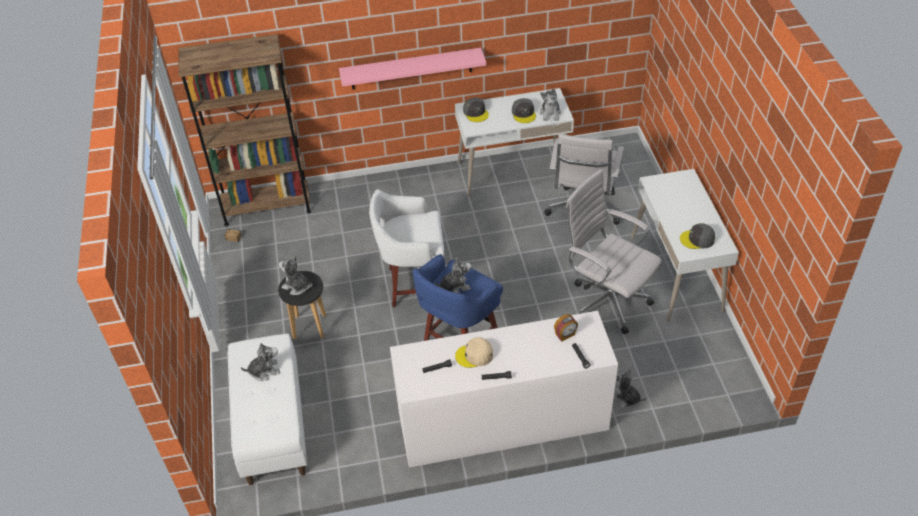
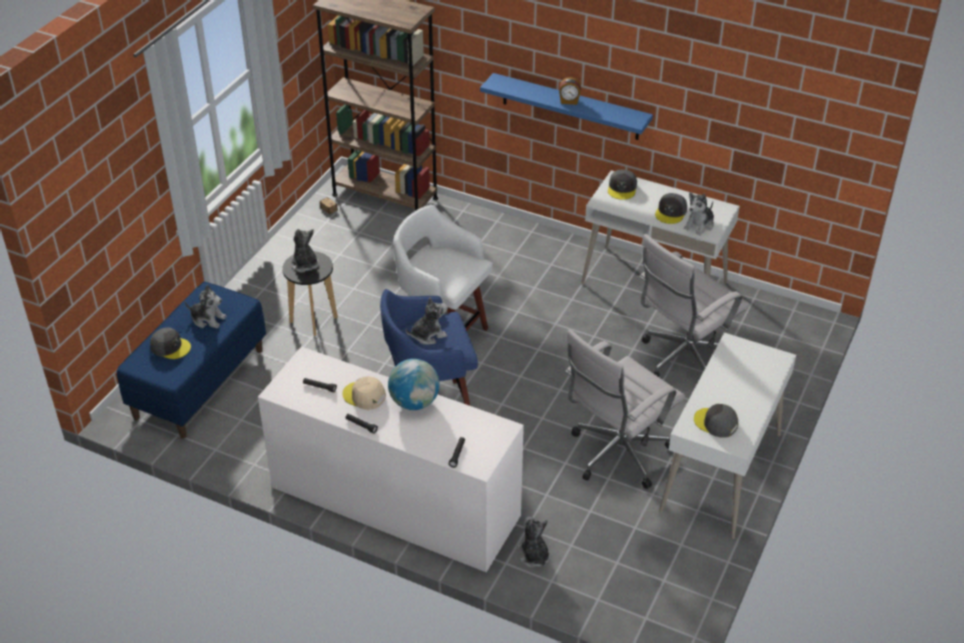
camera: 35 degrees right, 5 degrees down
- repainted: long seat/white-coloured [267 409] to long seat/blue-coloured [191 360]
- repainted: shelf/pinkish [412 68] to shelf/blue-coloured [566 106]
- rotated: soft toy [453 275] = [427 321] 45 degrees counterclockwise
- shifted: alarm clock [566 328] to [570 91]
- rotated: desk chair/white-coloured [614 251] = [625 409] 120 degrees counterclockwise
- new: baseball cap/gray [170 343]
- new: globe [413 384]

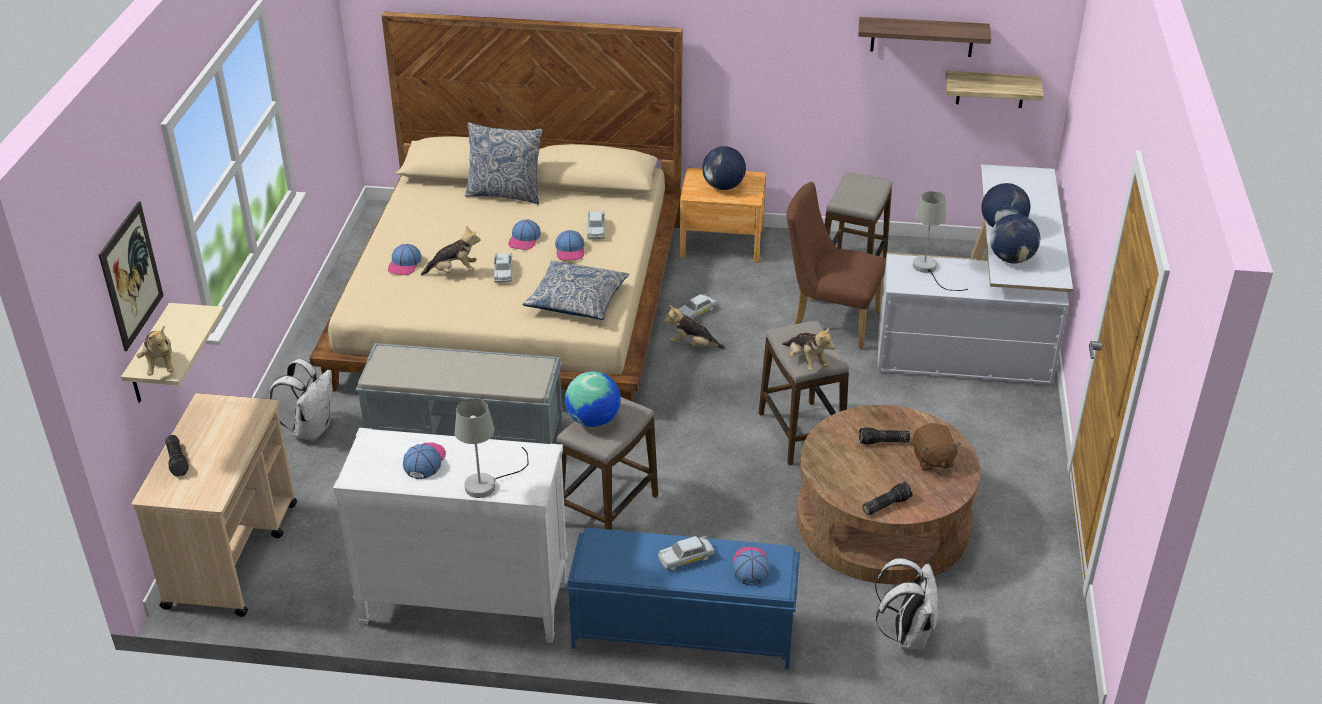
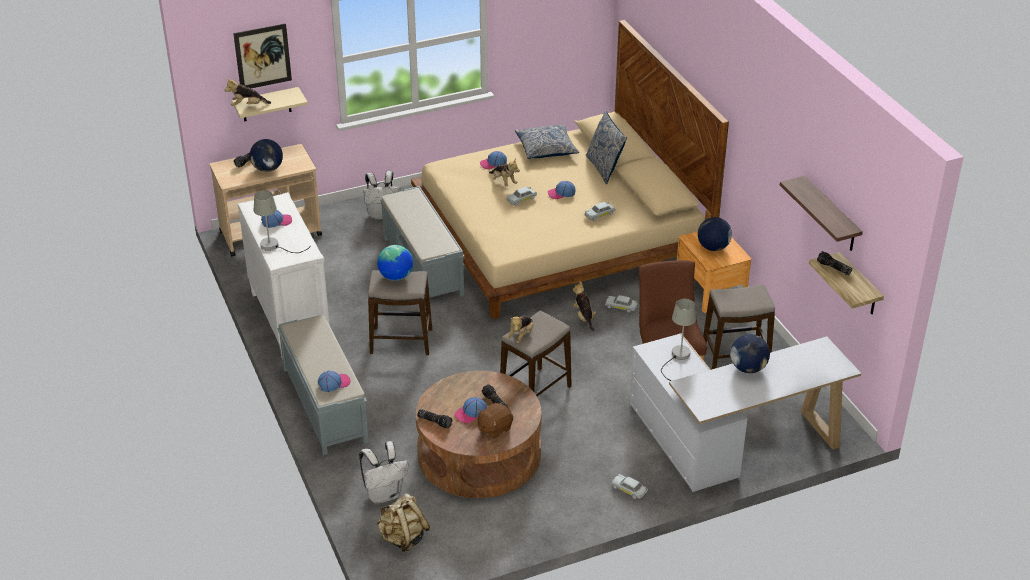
camera: 60 degrees right, 0 degrees up
- rotated: soft toy [155 351] = [248 92] 45 degrees clockwise
- shifted: pillow [575 290] to [547 142]
- shifted: baseball cap [569 245] to [471 410]
- repainted: long seat/blue-coloured [683 598] to long seat/gray [323 385]
- shifted: miniature car/white-coloured [686 553] to [629 486]
- shifted: globe [1015 238] to [266 155]
- new: rucksack/beige [403 522]
- new: flashlight [834 263]

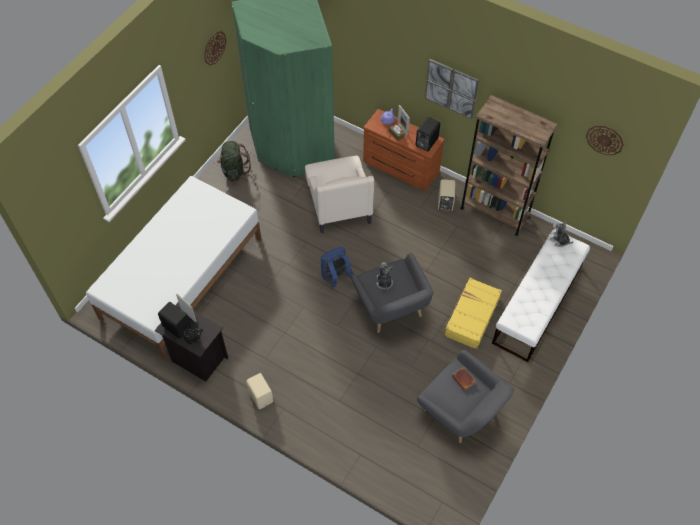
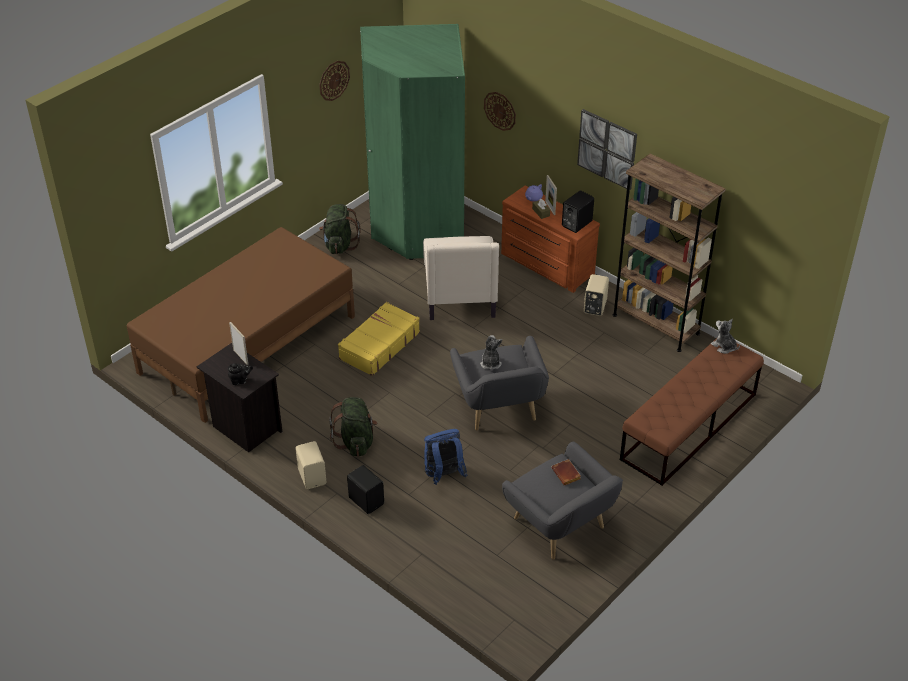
camera: 10 degrees right, 15 degrees down
- repainted: sleeping bed/white-coloured [173 267] to sleeping bed/brown [241 325]
- shifted: audio speaker/blackish [174 320] to [365 489]
- shifted: rucksack/blue-coloured [337 268] to [446 457]
- shifted: travel case/yellow [473 313] to [379 339]
- repainted: long seat/white-coloured [541 295] to long seat/brown [692 411]
- shifted: clock on the wall [605 140] to [500 111]
- new: rucksack/greenish [353 426]

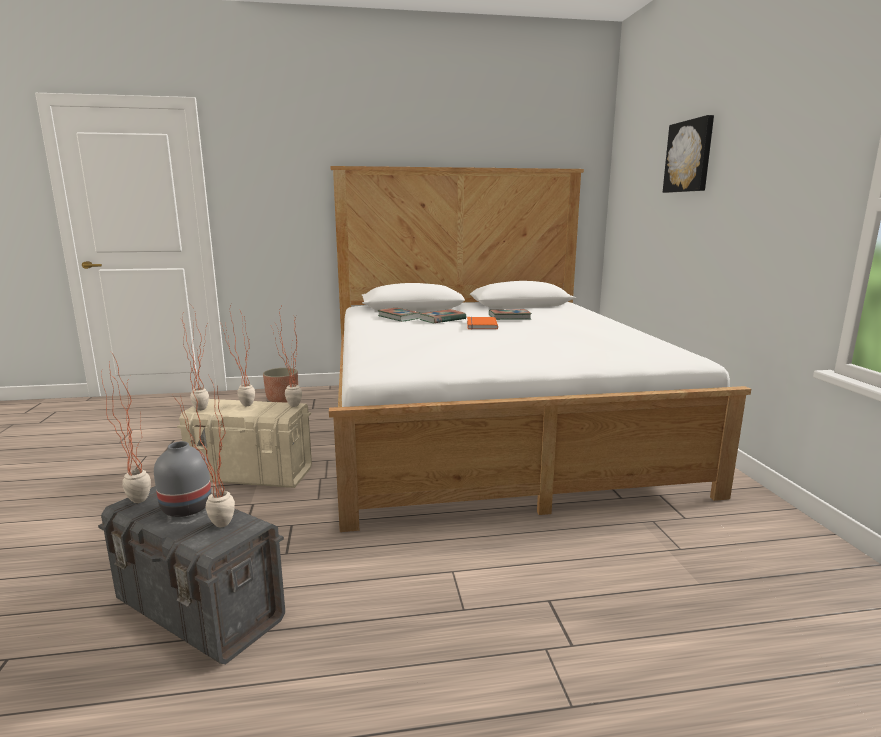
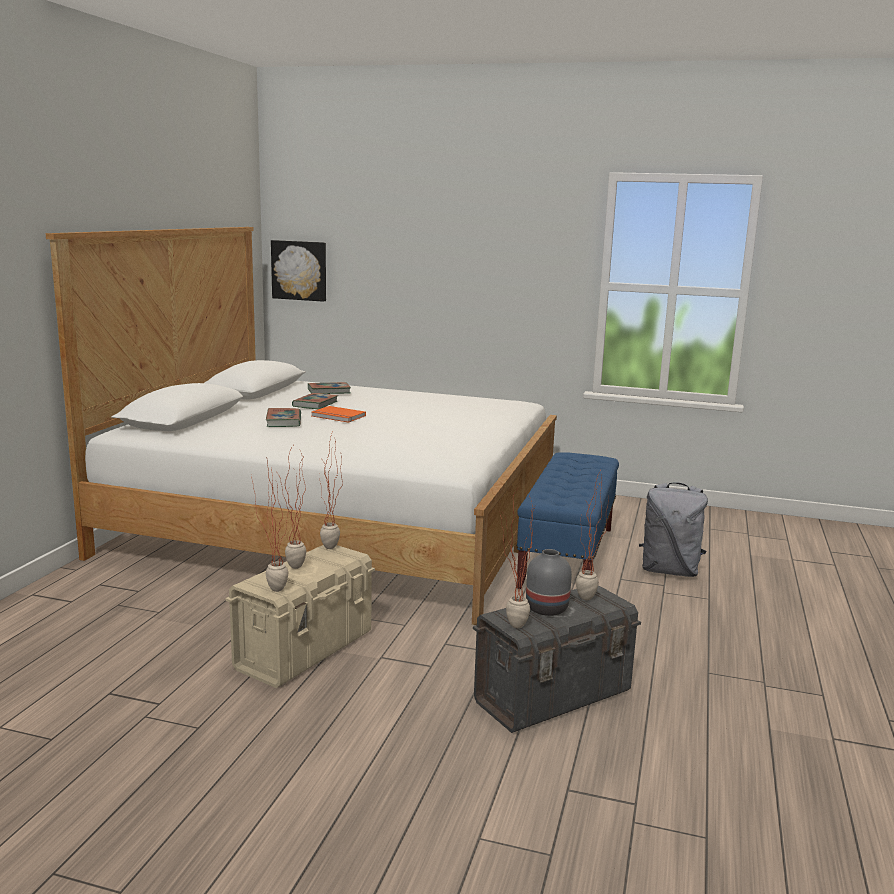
camera: 65 degrees left, 0 degrees up
- gone: plant pot [280 385]
- shifted: book [399 315] to [329 388]
- shifted: wall picture [688 154] to [298 271]
- new: long seat/blue-coloured [567 520]
- new: rucksack/gray [673 529]

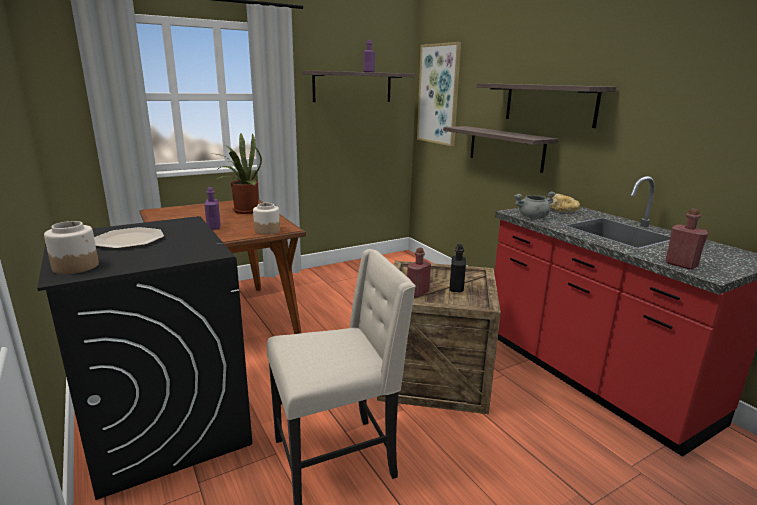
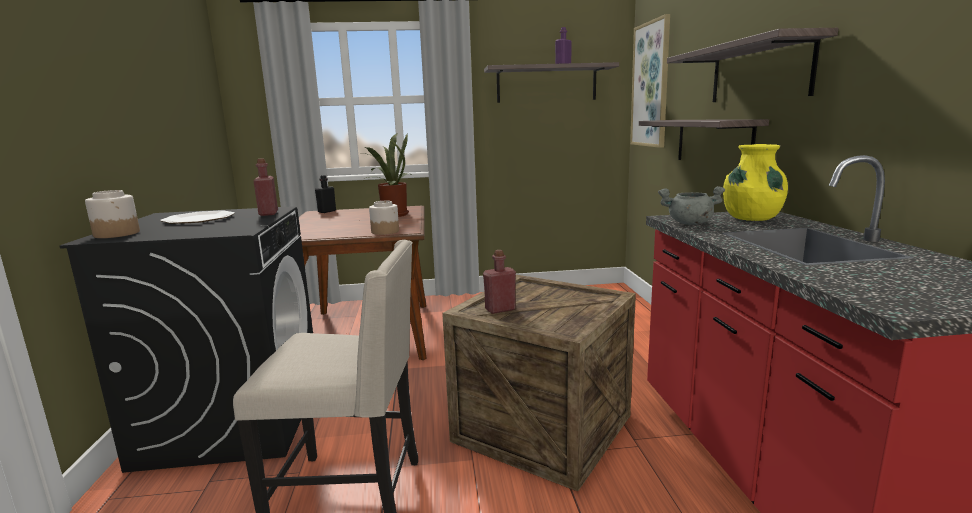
camera: 25 degrees right, 5 degrees down
- gone: bottle/purple [212 208]
- shifted: bottle/blackish [457 268] to [325 194]
- swapped: bakery bread [565 203] to vase/yellow [755 182]
- shifted: bottle/red-coloured [686 239] to [266 187]

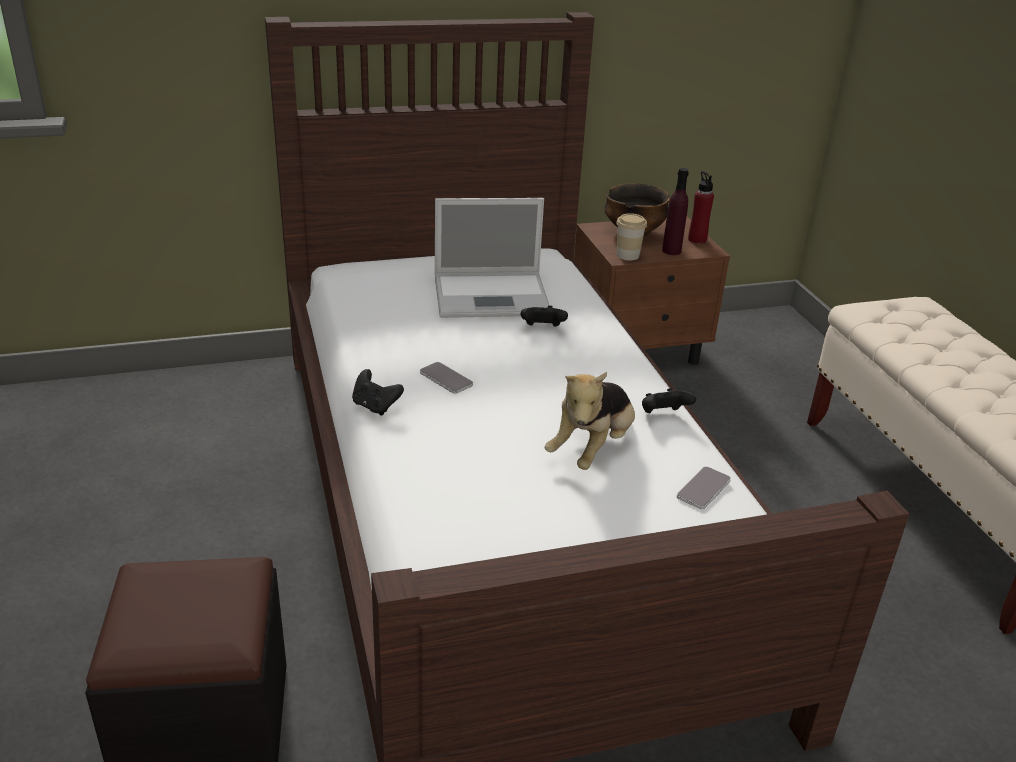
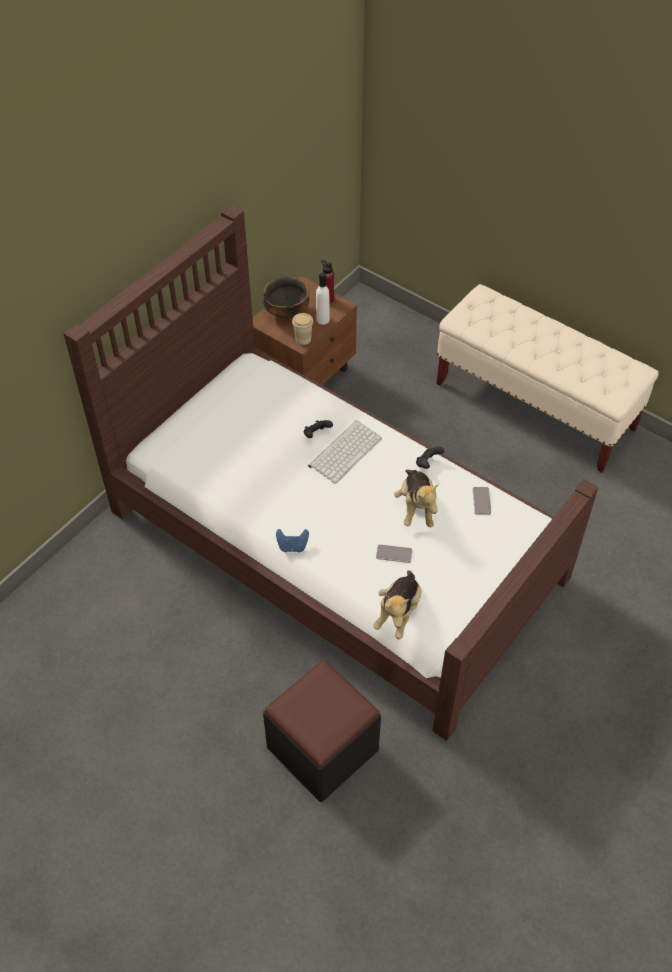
camera: 35 degrees left, 20 degrees up
- repainted: gamepad/blackish [378 392] to gamepad/blue-coloured [292 540]
- shifted: telephone [446 378] to [394 553]
- gone: laptop [492 258]
- repainted: bottle/purple [675 211] to bottle/white-coloured [323 298]
- new: PC keyboard [345 452]
- new: soft toy [397 605]

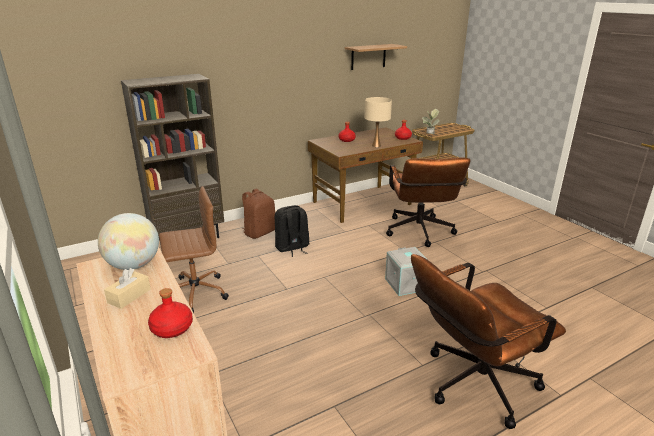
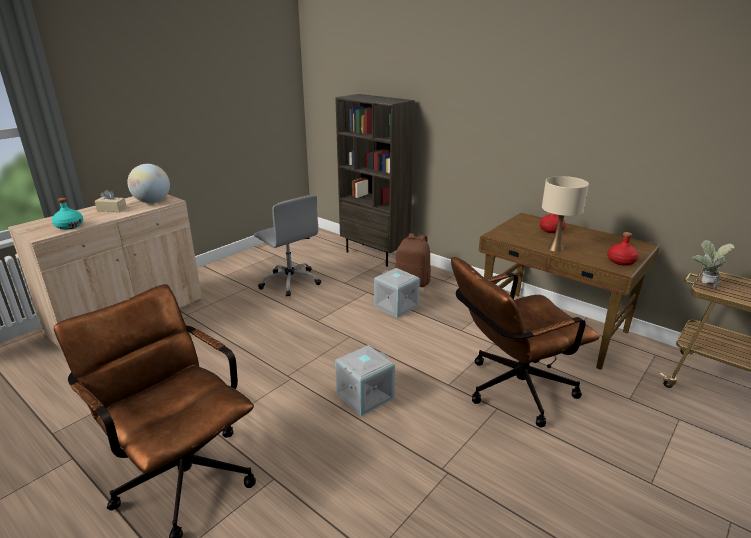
camera: 70 degrees right, 0 degrees up
- repainted: bottle/red-coloured [170 313] to bottle/turquoise [67 214]
- repainted: desk chair/brown [194 249] to desk chair/gray [287 246]
- swapped: rucksack/blackish [292 231] to storage bin/gray [397 293]
- gone: shelf [376 57]

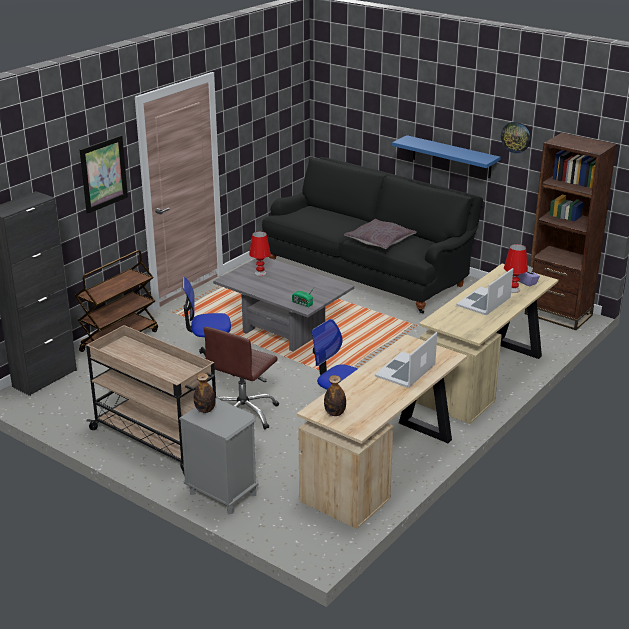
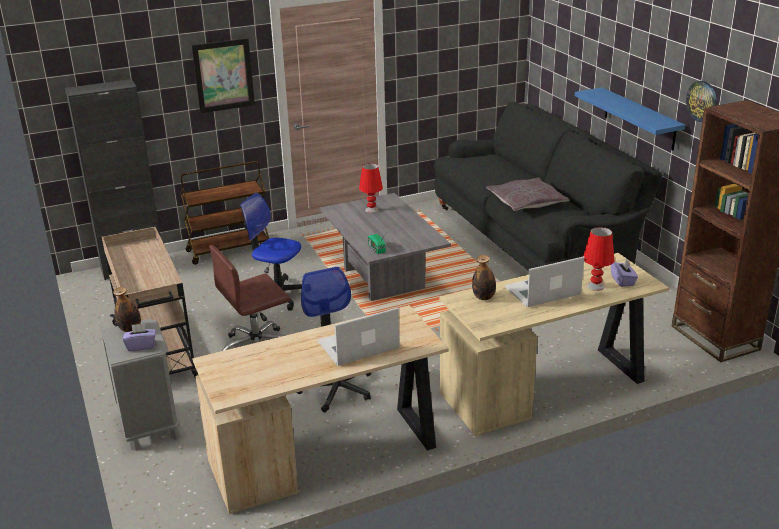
camera: 30 degrees right, 0 degrees up
- shifted: bottle [335 395] to [484 277]
- new: tissue box/purple [139 337]

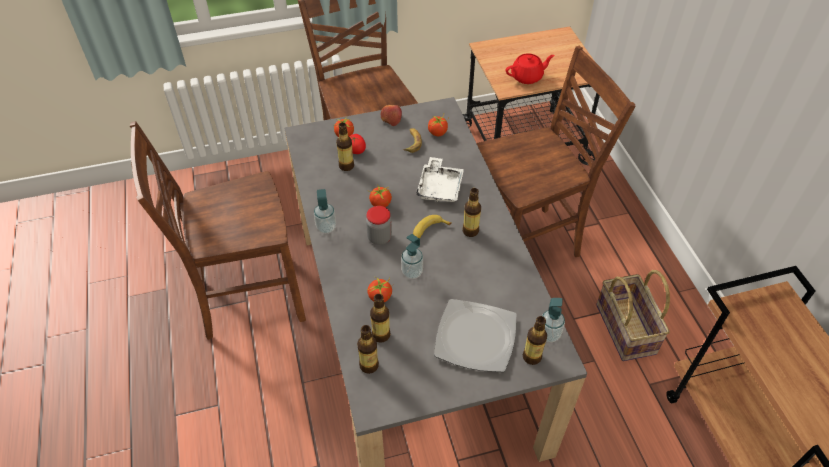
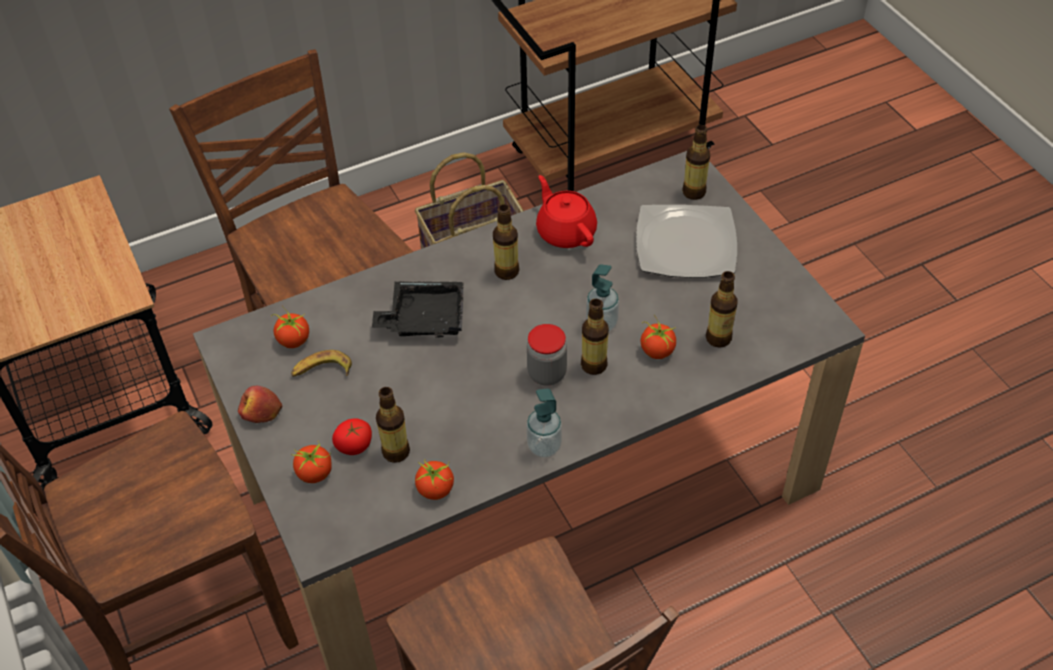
camera: 100 degrees left, 0 degrees up
- shifted: bottle [368 349] to [595 337]
- shifted: tomato [379 195] to [434 480]
- gone: whole banana [432 226]
- repainted: serving tray/white-coloured [440 179] to serving tray/blackish [418 310]
- shifted: pot for tea/red-coloured [530 68] to [566 211]
- gone: soap dispenser [553 320]

